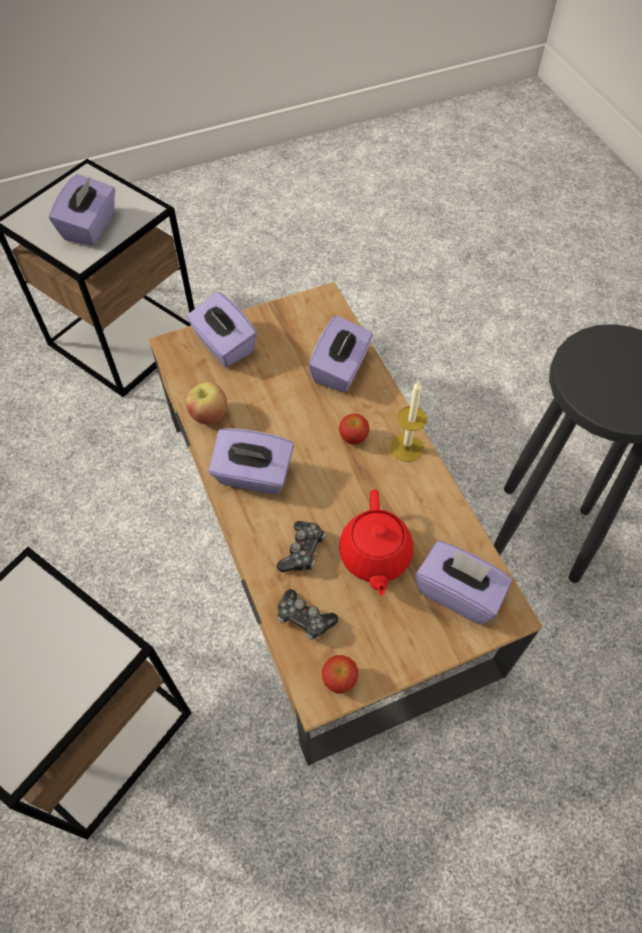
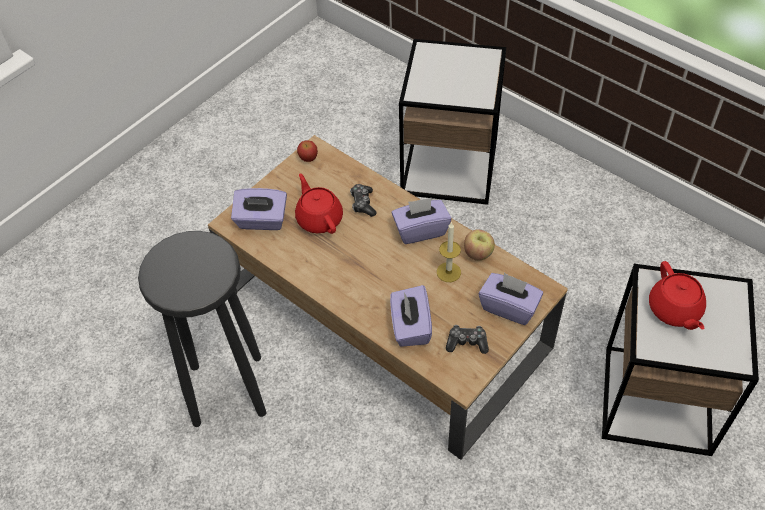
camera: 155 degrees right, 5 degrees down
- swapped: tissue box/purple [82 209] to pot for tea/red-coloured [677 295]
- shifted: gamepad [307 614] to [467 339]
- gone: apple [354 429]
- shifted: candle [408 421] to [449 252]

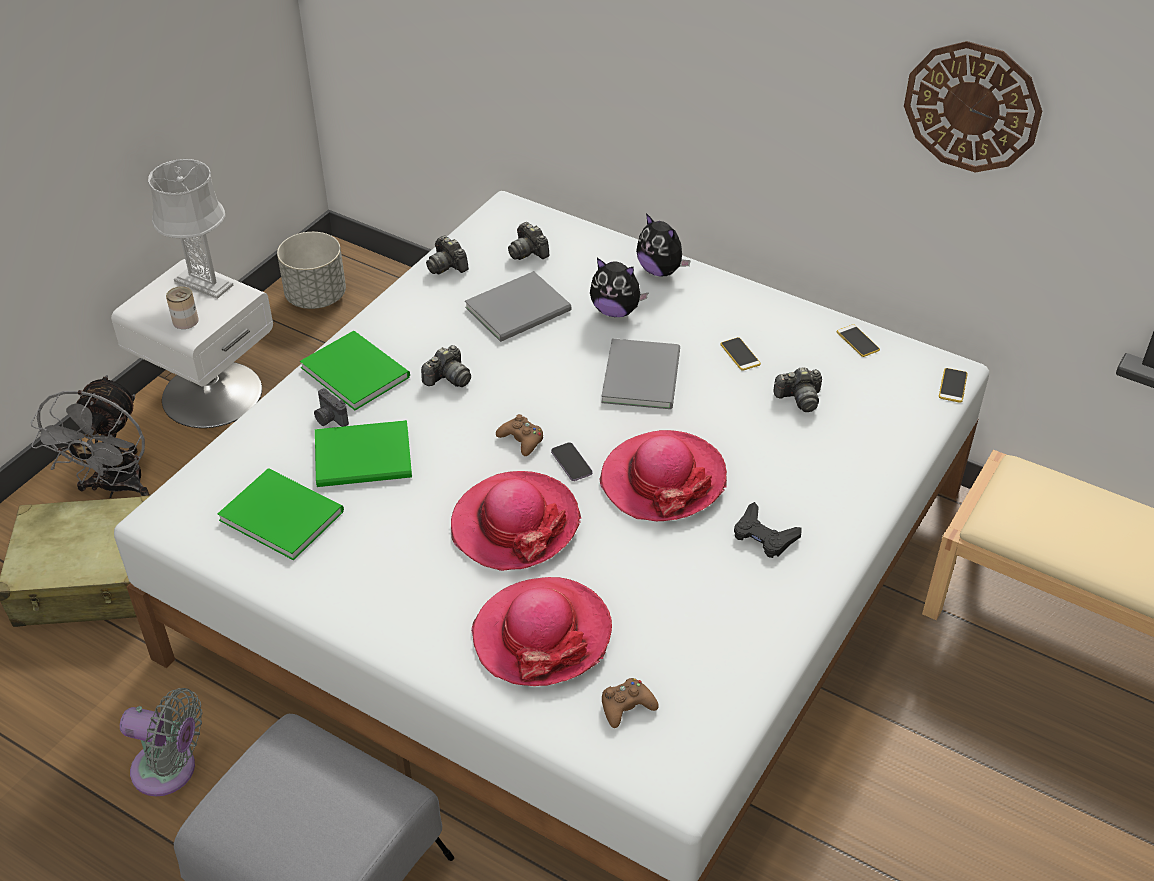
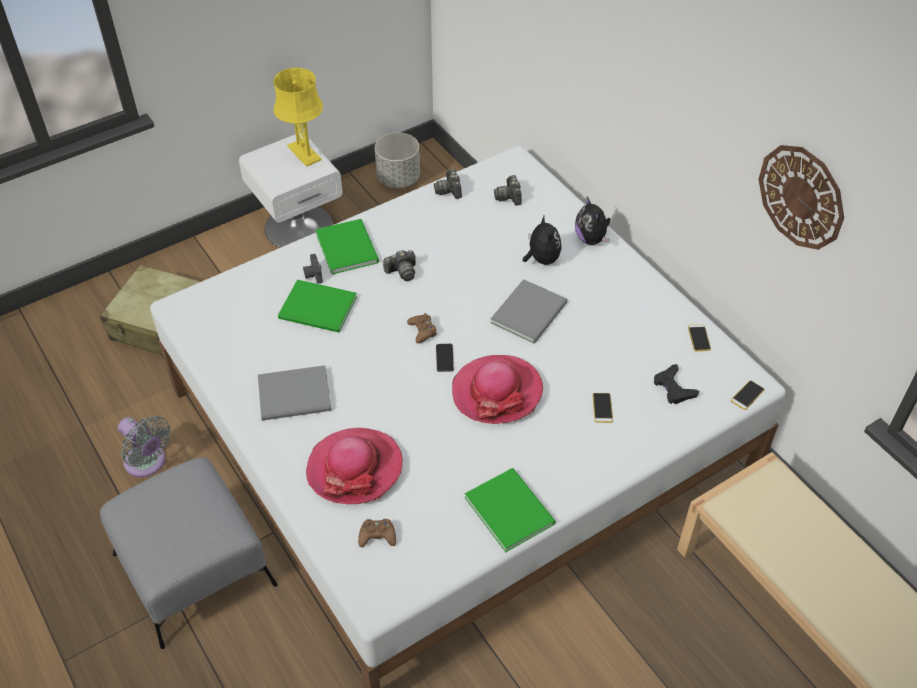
camera: 25 degrees right, 5 degrees up
- gone: electric fan/gray [90 436]
- repainted: lamp for a table/gray [190 229] to lamp for a table/yellow [298 117]
- gone: can [182 307]
- shifted: book/greenish [281 514] to [510 510]
- gone: clothing hat [516 521]
- shifted: book/gray [518 306] to [294 393]
- rotated: soft toy [619 287] = [542 240] 150 degrees counterclockwise
- shifted: telephone [740 354] to [602 408]
- shifted: gamepad/blackish [768 530] to [676 384]
- gone: photo camera [797 389]

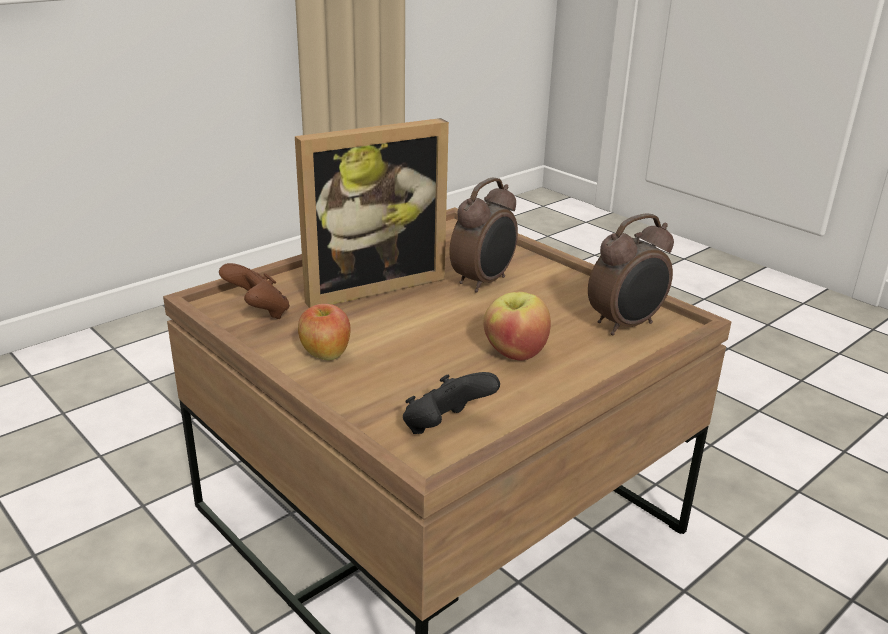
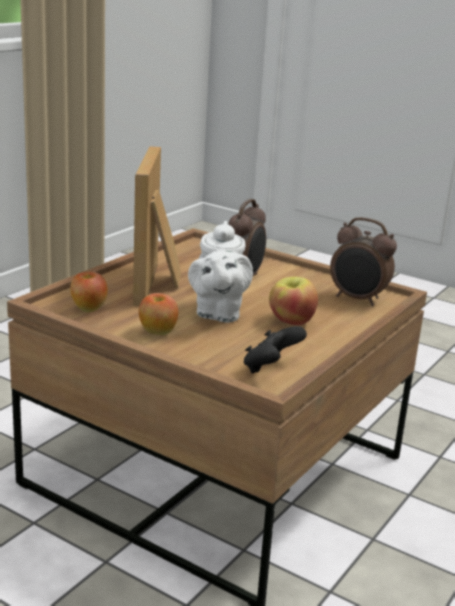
camera: 15 degrees left, 5 degrees down
- swapped: gamepad/brown [254 291] to apple [89 292]
- rotated: picture frame [372 213] = [157 226] 135 degrees clockwise
- rotated: alarm clock [631 274] = [363 261] 75 degrees clockwise
- new: pot for tea/white-coloured [220 272]

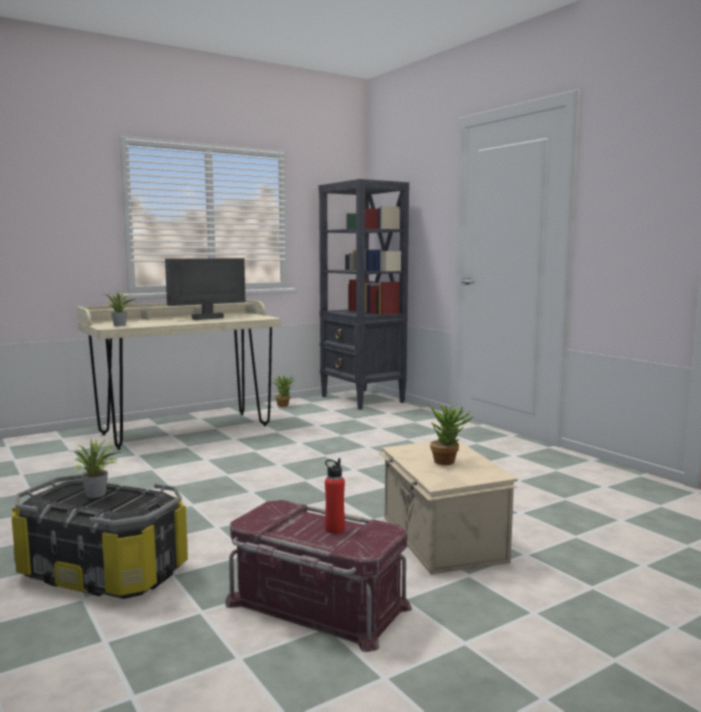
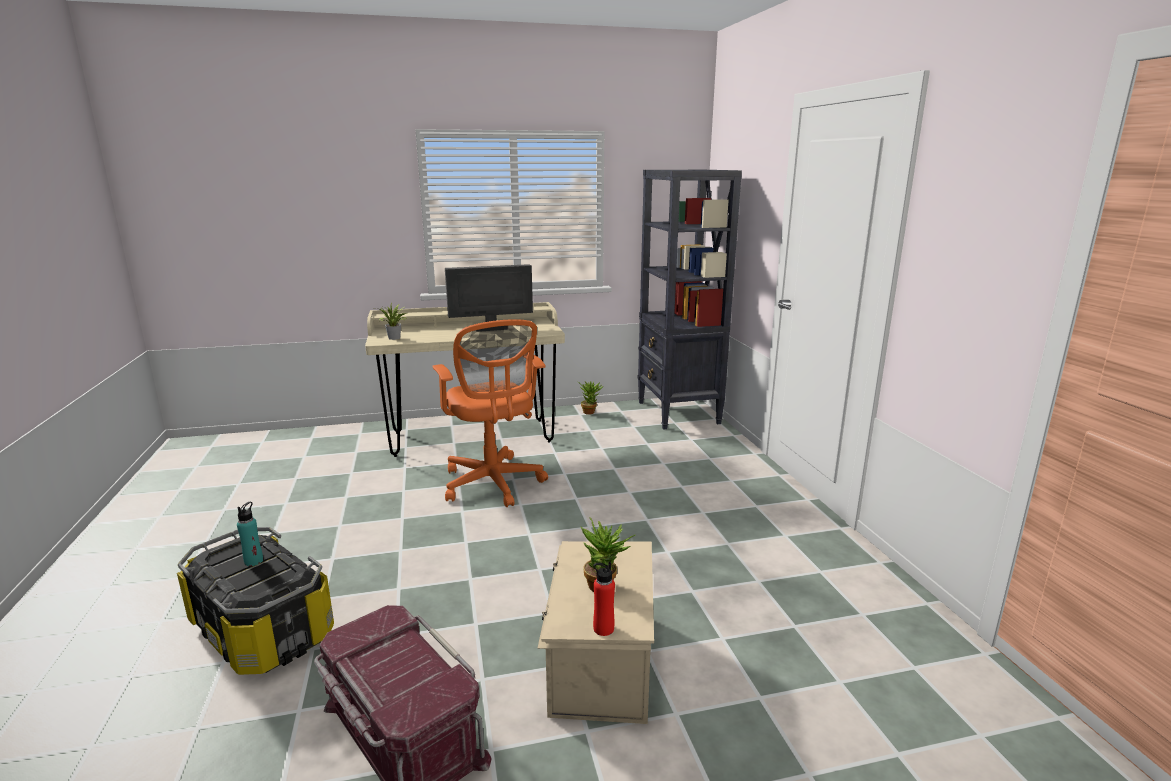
camera: 20 degrees right, 10 degrees up
- swapped: potted plant [95 468] to bottle/turquoise [250 534]
- shifted: bottle/red-coloured [335 495] to [604 599]
- new: desk chair/orange [490 413]

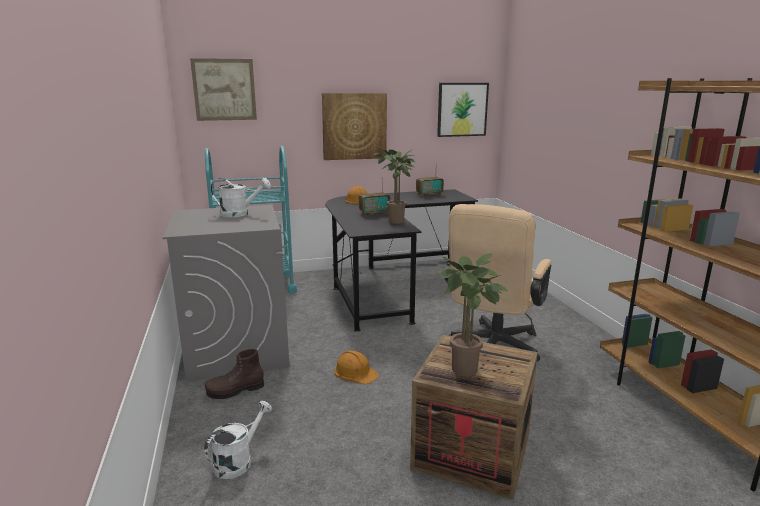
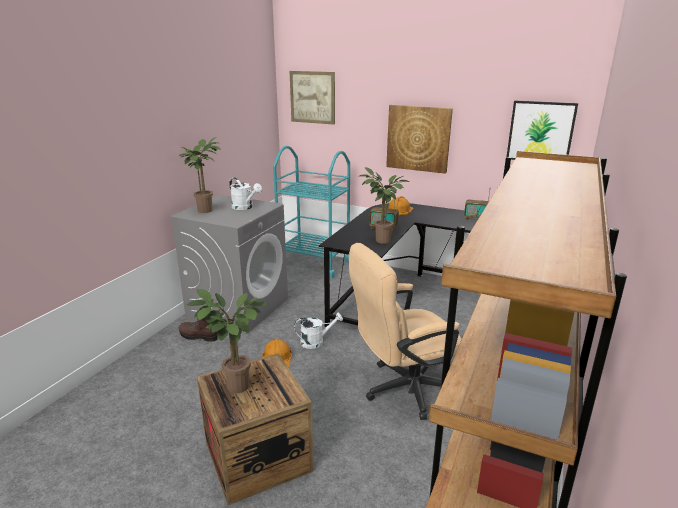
camera: 40 degrees right, 5 degrees up
- shifted: sprinkling can/white-coloured [238 440] to [318 331]
- new: potted plant [200 175]

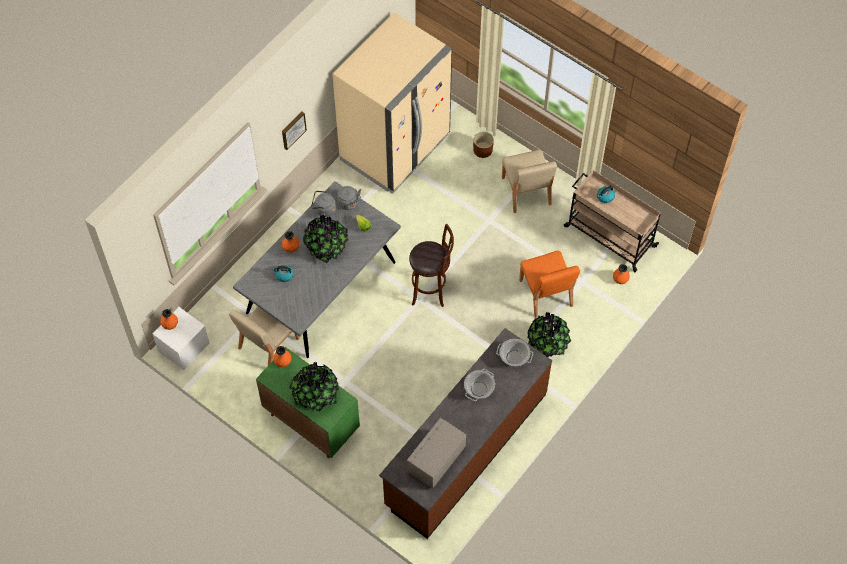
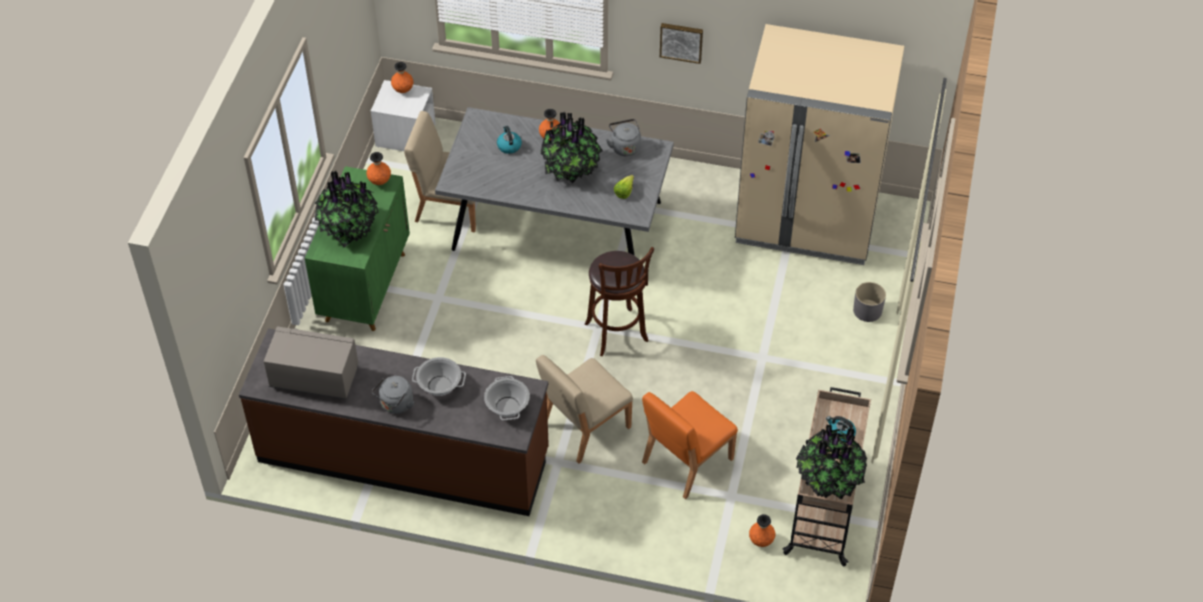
camera: 65 degrees right, 10 degrees down
- shifted: water kettle/gray [349 198] to [393 395]
- repainted: plant pot/brown [483 144] to plant pot/gray [869 302]
- shifted: plain chair/beige [529 181] to [584 409]
- shifted: potted plant [549 334] to [832 462]

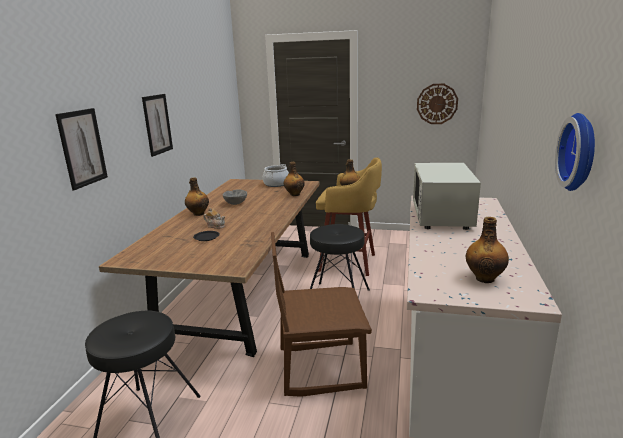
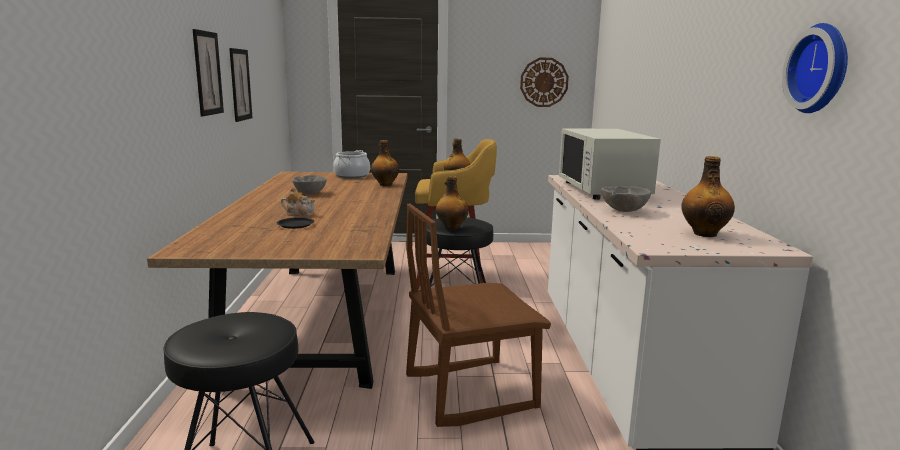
camera: 15 degrees left, 5 degrees down
- shifted: wall picture [81 149] to [241 85]
- shifted: bottle [197 196] to [452 203]
- new: bowl/gray [626 199]

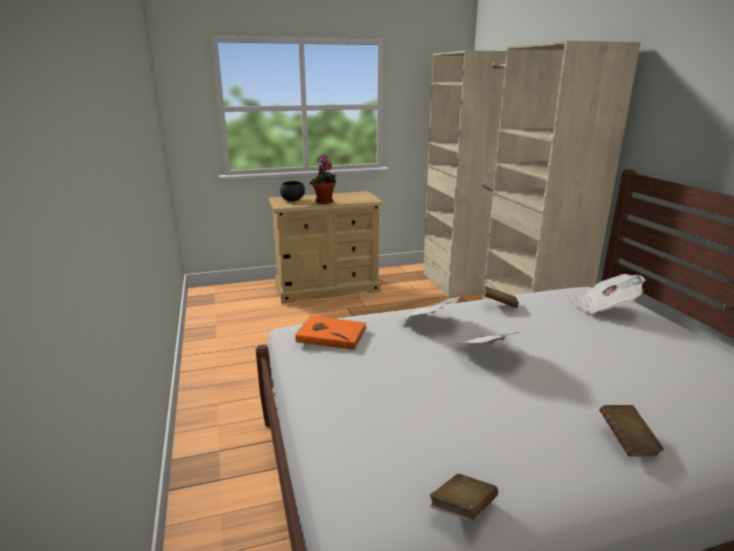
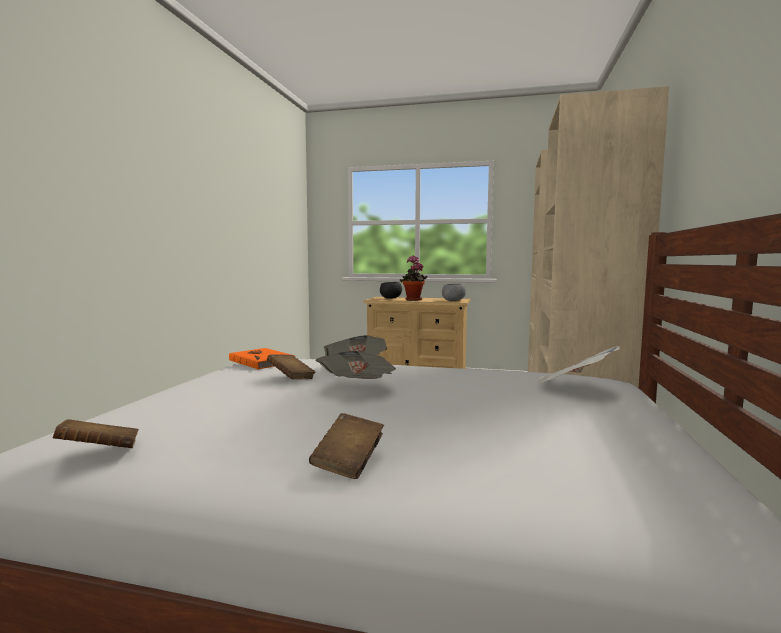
camera: 30 degrees right, 15 degrees down
- shifted: book/brown [501 297] to [291 367]
- new: bowl/gray [454 292]

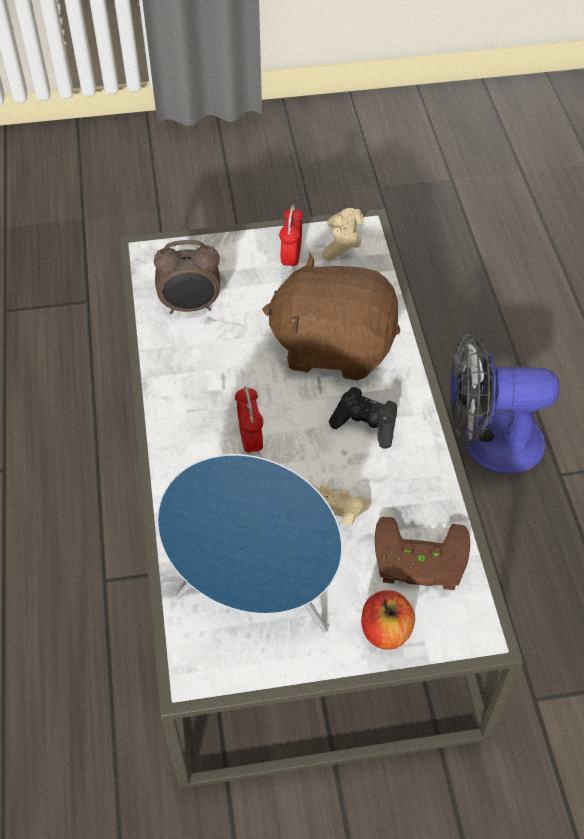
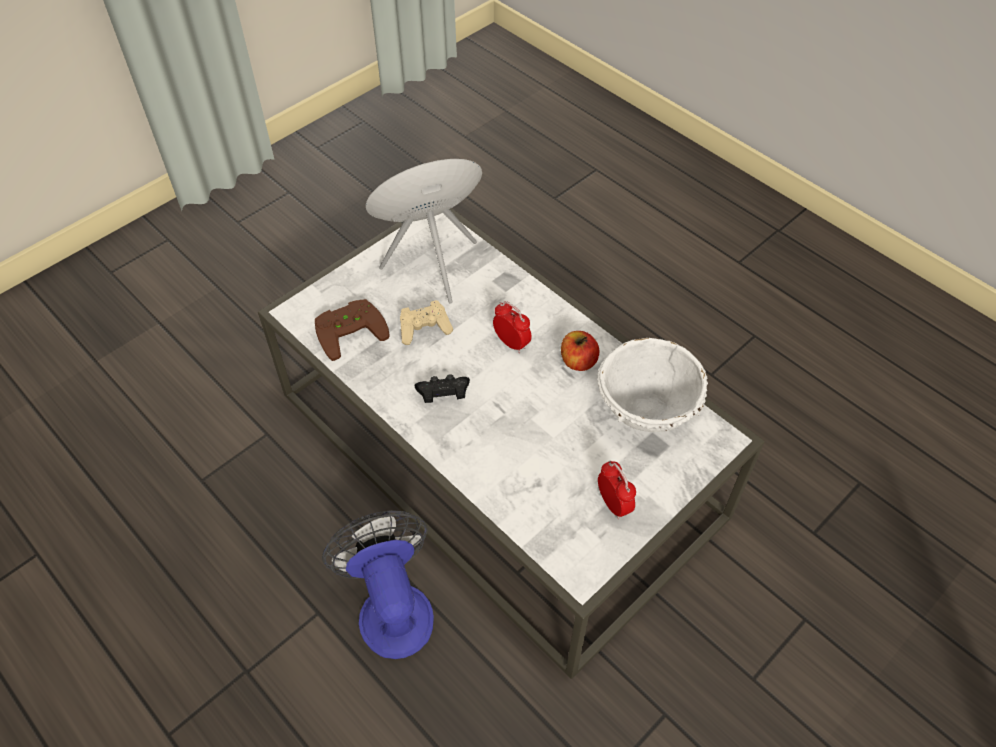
camera: 145 degrees right, 0 degrees up
- swapped: alarm clock [187 277] to bowl/white-coloured [652 385]
- gone: soft toy/brown [331 316]
- gone: gamepad/beige [342 234]
- shifted: apple [388 620] to [580 351]
- rotated: electric fan [505 403] = [378 584] 75 degrees counterclockwise

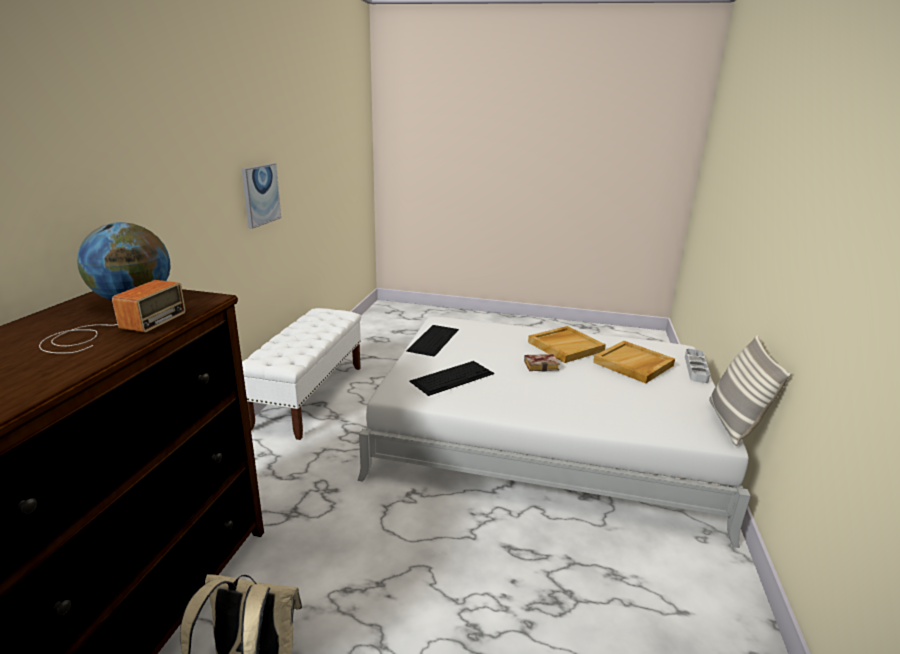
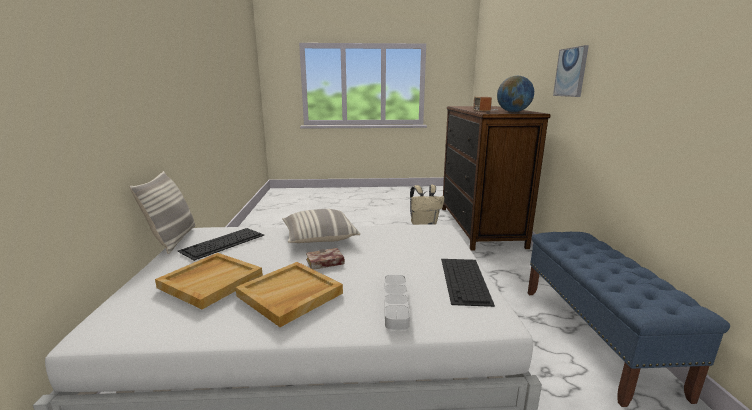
camera: 165 degrees right, 5 degrees down
- shifted: wall picture [261 196] to [571 71]
- repainted: long seat/white-coloured [301 374] to long seat/blue-coloured [628 319]
- shifted: PC keyboard [451 378] to [221 244]
- shifted: serving tray/gray [697 366] to [397 302]
- new: pillow [321 226]

